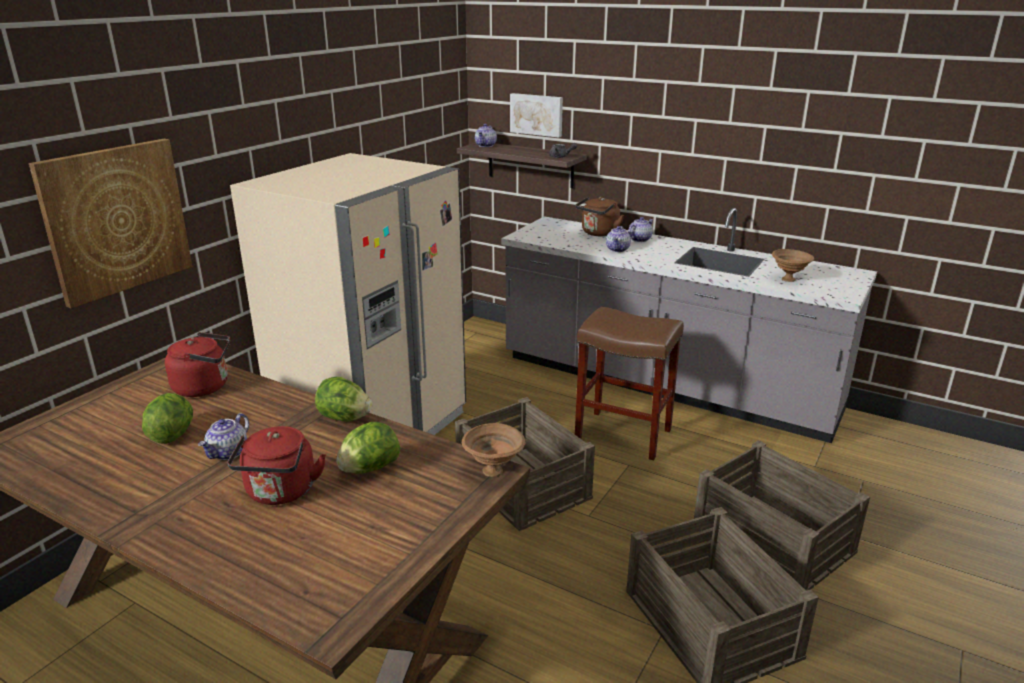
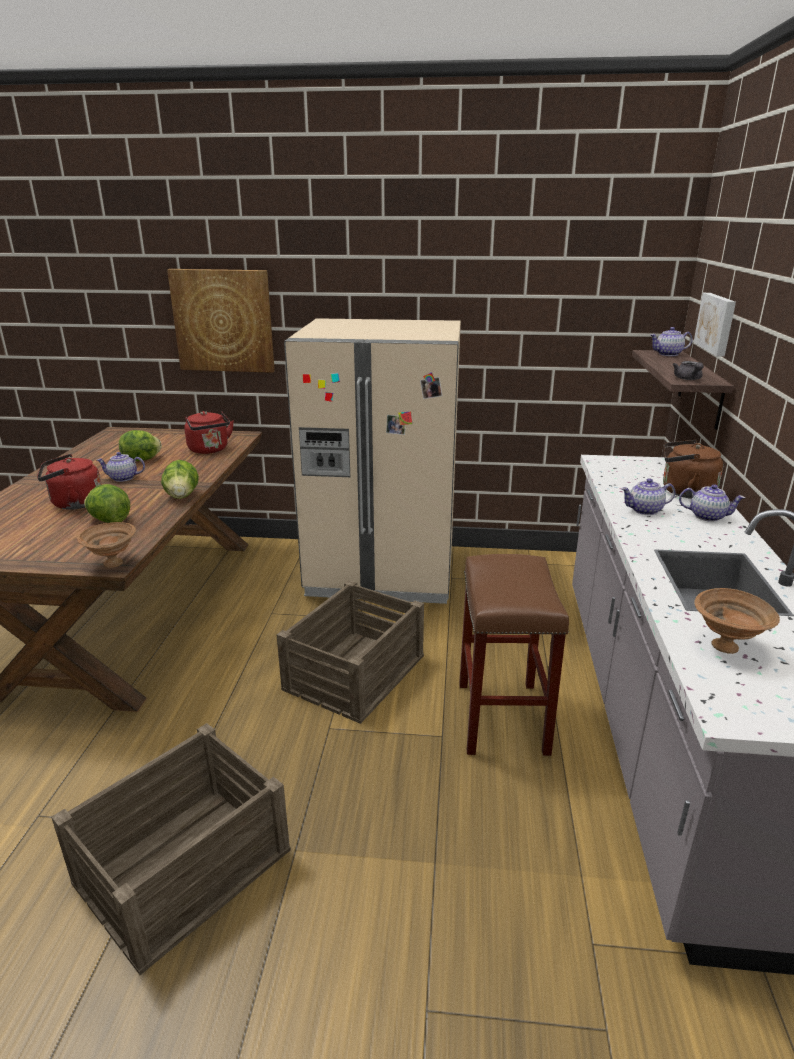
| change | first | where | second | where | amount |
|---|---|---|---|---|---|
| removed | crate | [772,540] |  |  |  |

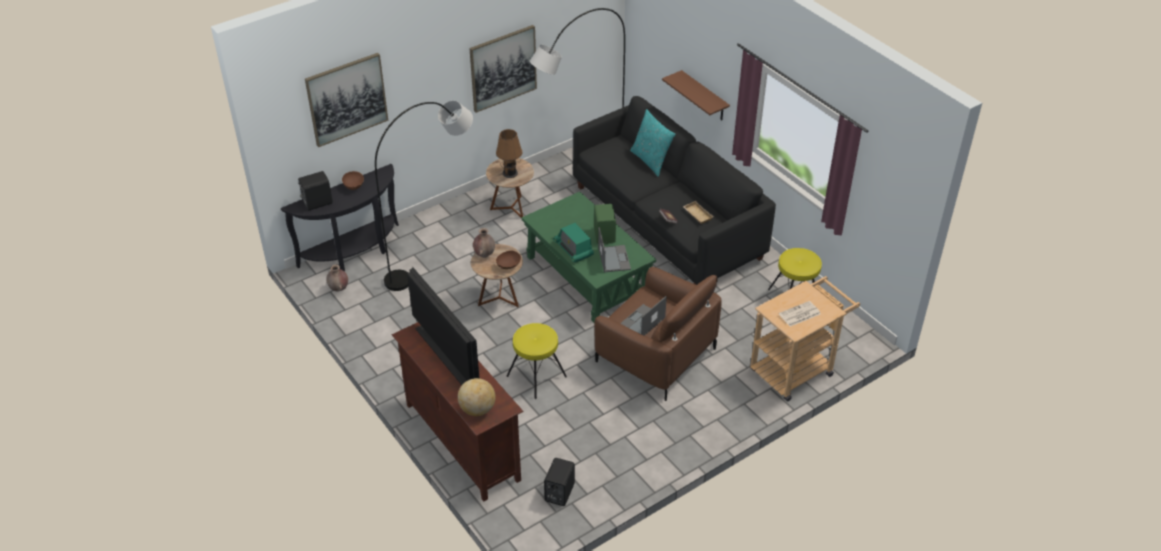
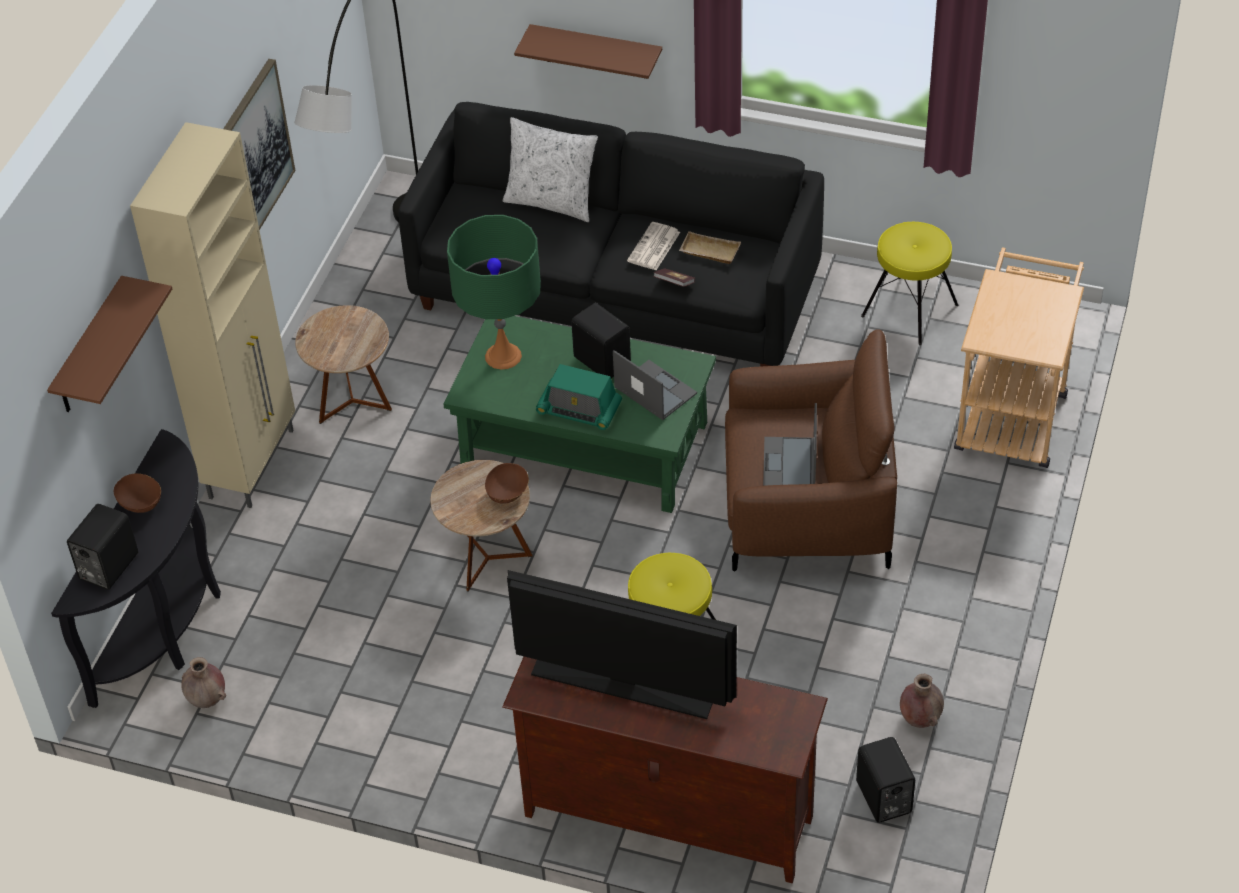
| change | first | where | second | where | amount |
|---|---|---|---|---|---|
| removed | grey floor lamp | [435,256] |  |  |  |
| removed | globe | [477,409] |  |  |  |
| removed | brown table lamp | [510,172] |  |  |  |
| added |  |  | beige cabinet | [253,463] |  |
| added |  |  | green table lamp | [503,356] |  |
| moved | brown vase | [484,254] |  | [919,719] |  |
| moved | newspaper | [799,314] |  | [654,247] |  |
| replaced | picture | [347,99] | brown shelf | [90,349] |  |
| recoloured | green speaker | [605,235] | black speaker | [602,360] |  |
| recoloured | turquoise pillow | [651,161] | white pillow | [551,202] |  |

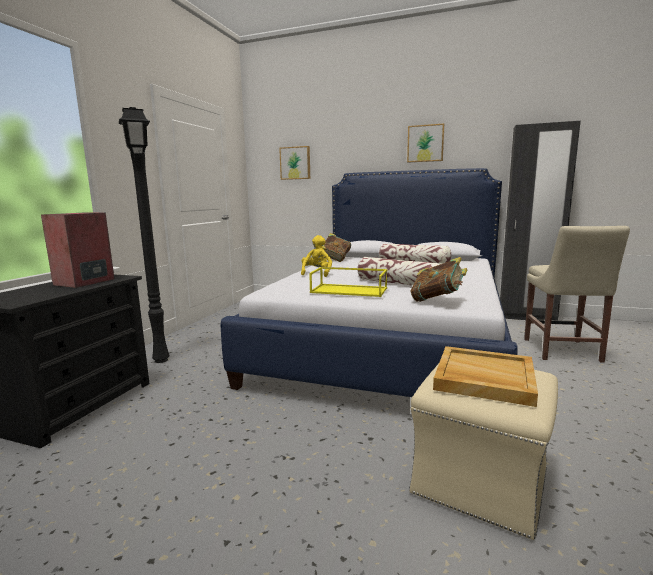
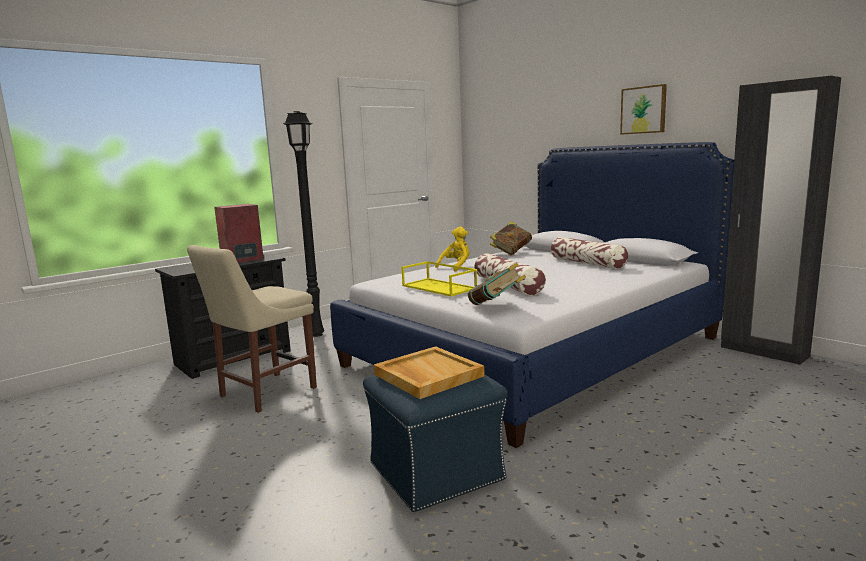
| change | first | where | second | where | amount |
|---|---|---|---|---|---|
| removed | picture | [295,163] |  |  |  |
| moved | beige chair | [562,351] |  | [264,393] |  |
| recoloured | beige ottoman | [480,479] | blue ottoman | [437,471] |  |

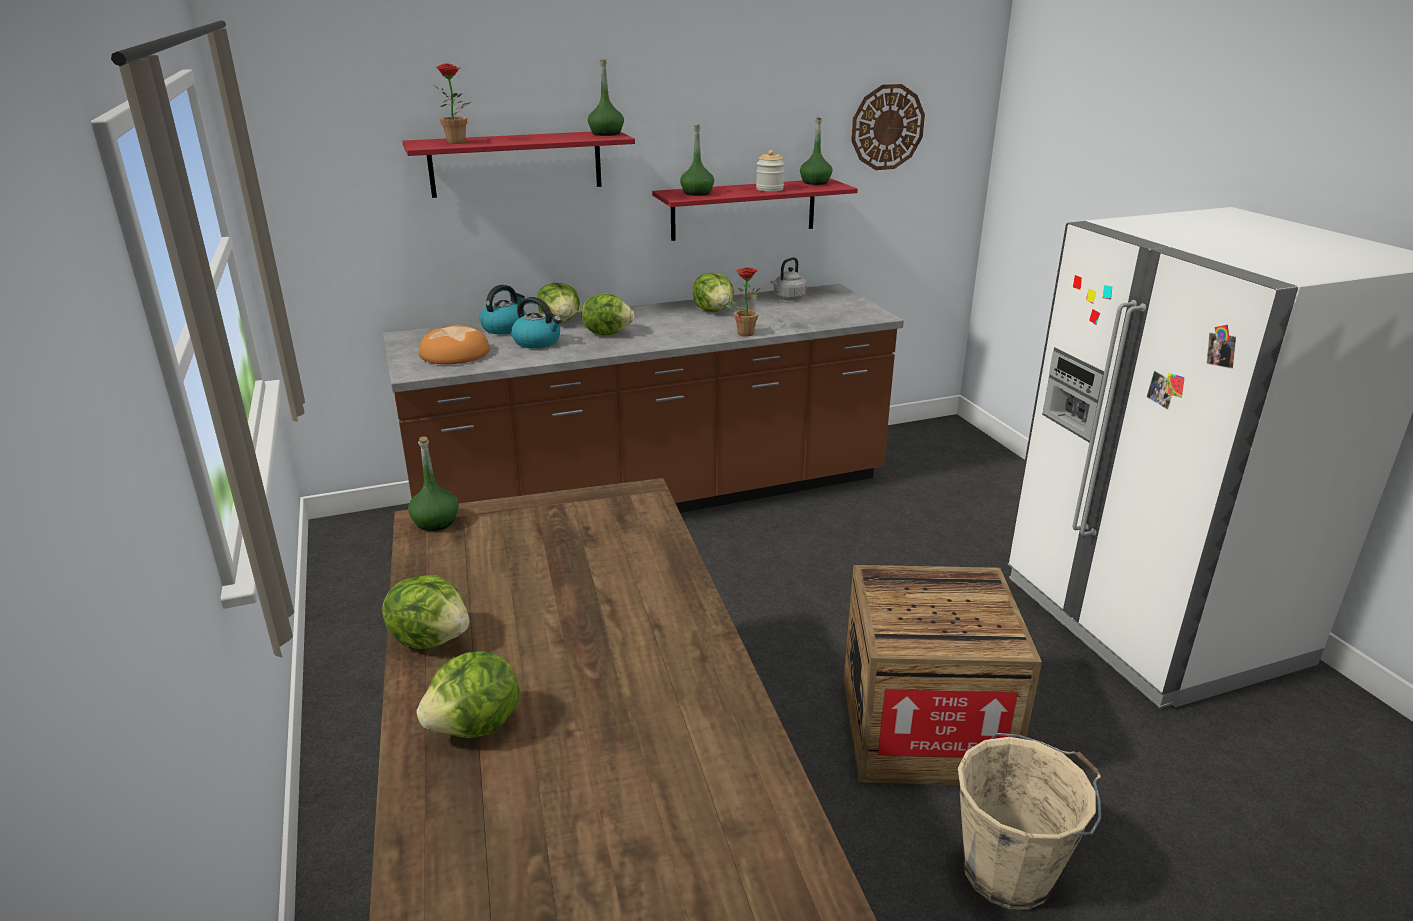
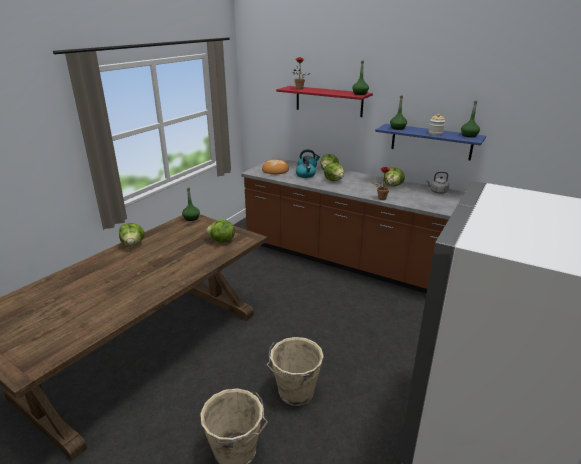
| change | first | where | second | where | amount |
|---|---|---|---|---|---|
| removed | wall clock | [887,127] |  |  |  |
| moved | lettuce | [476,726] |  | [221,241] |  |
| replaced | crate | [923,728] | beige bucket | [294,392] |  |
| recoloured | red shelf | [743,209] | blue shelf | [431,141] |  |

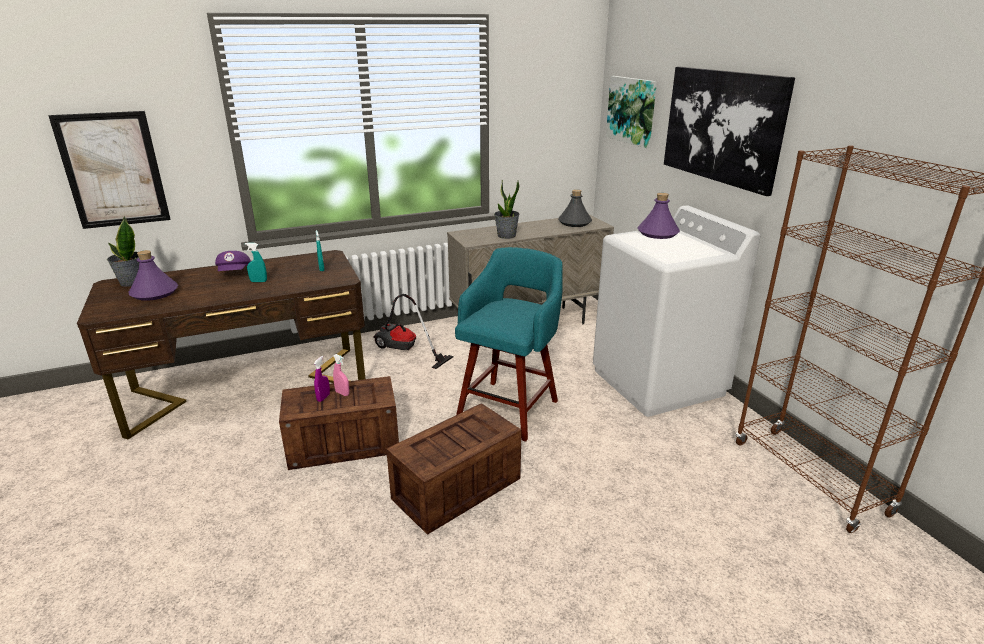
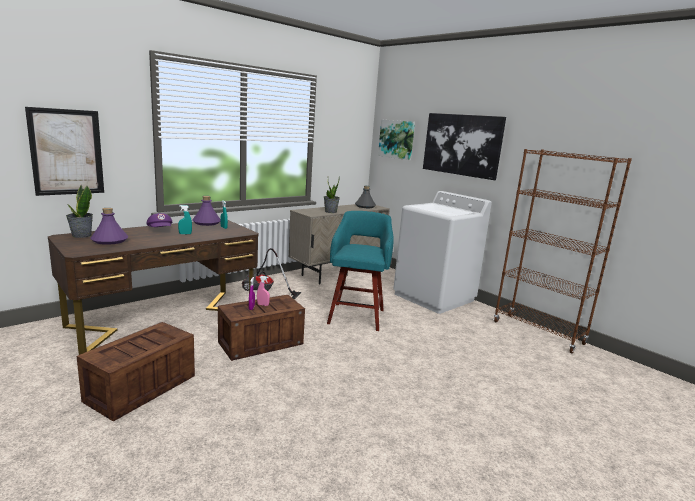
| change | first | where | second | where | amount |
|---|---|---|---|---|---|
| moved | crate | [455,489] |  | [140,389] |  |
| moved | purple bottle | [657,233] |  | [206,223] |  |

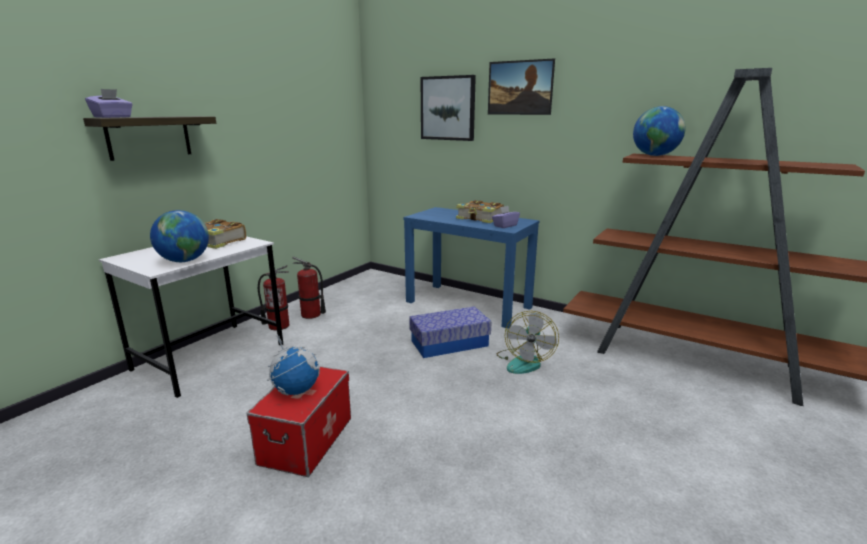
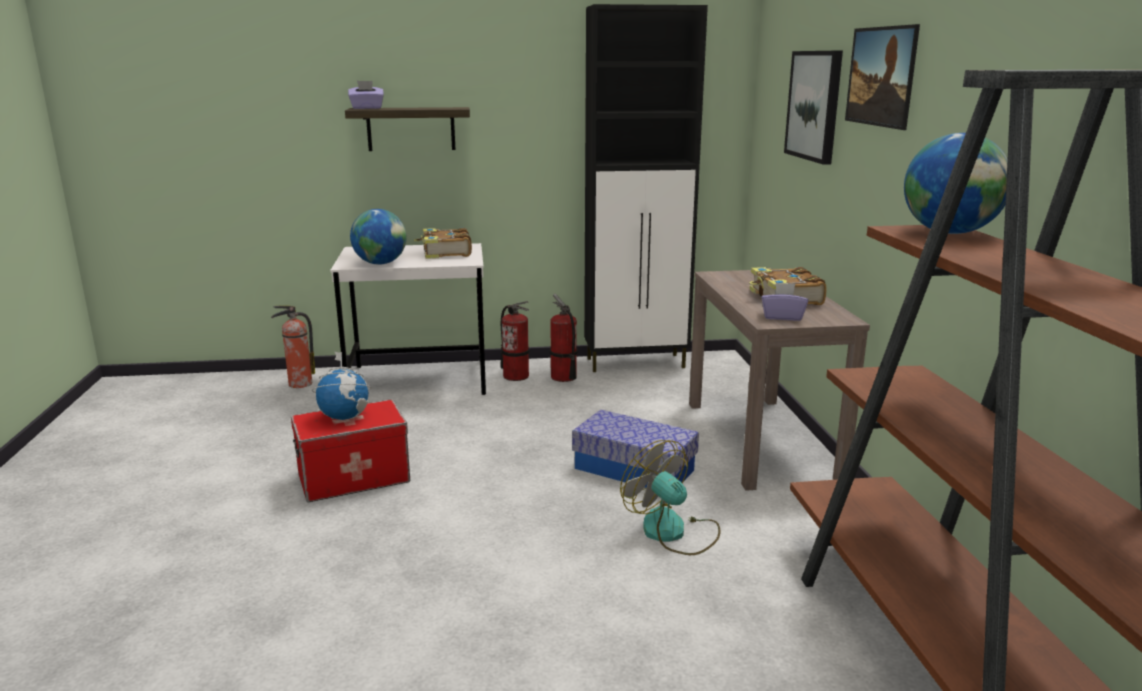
| change | first | where | second | where | amount |
|---|---|---|---|---|---|
| added |  |  | fire extinguisher | [299,384] |  |
| added |  |  | black cabinet | [637,363] |  |
| recoloured | blue console table | [468,304] | brown console table | [761,440] |  |
| turned | fan | [524,361] |  | [673,532] | 75 degrees clockwise |

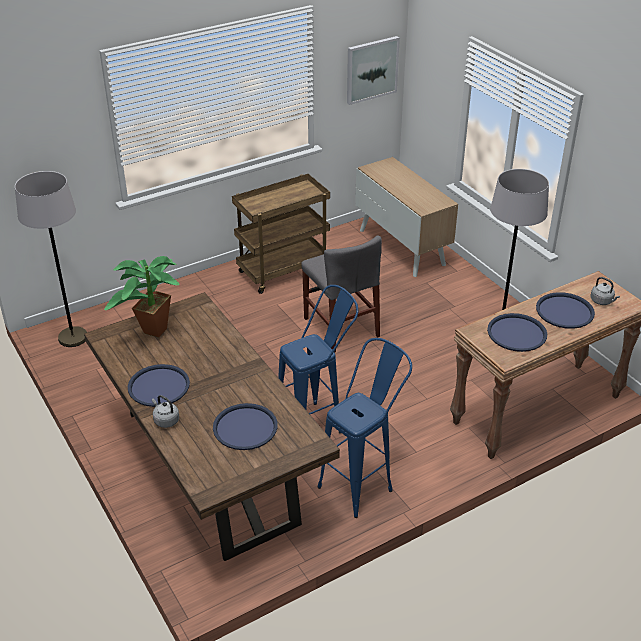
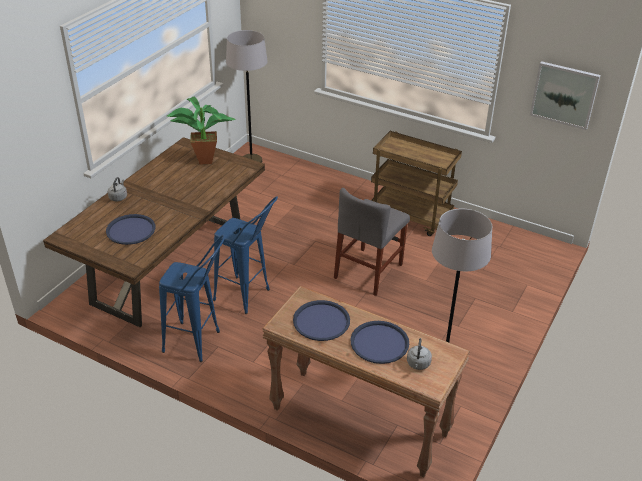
| change | first | where | second | where | amount |
|---|---|---|---|---|---|
| removed | blue tray | [159,386] |  |  |  |
| removed | cabinet | [402,247] |  |  |  |

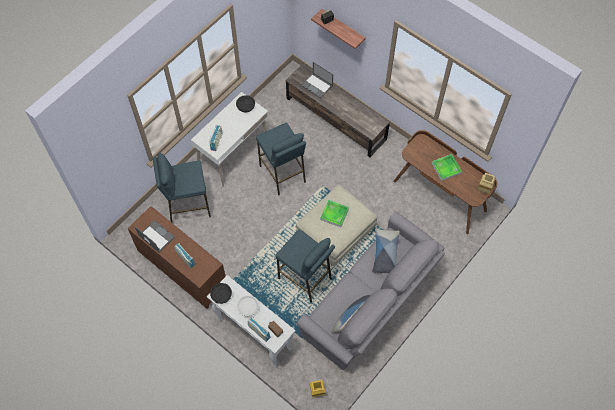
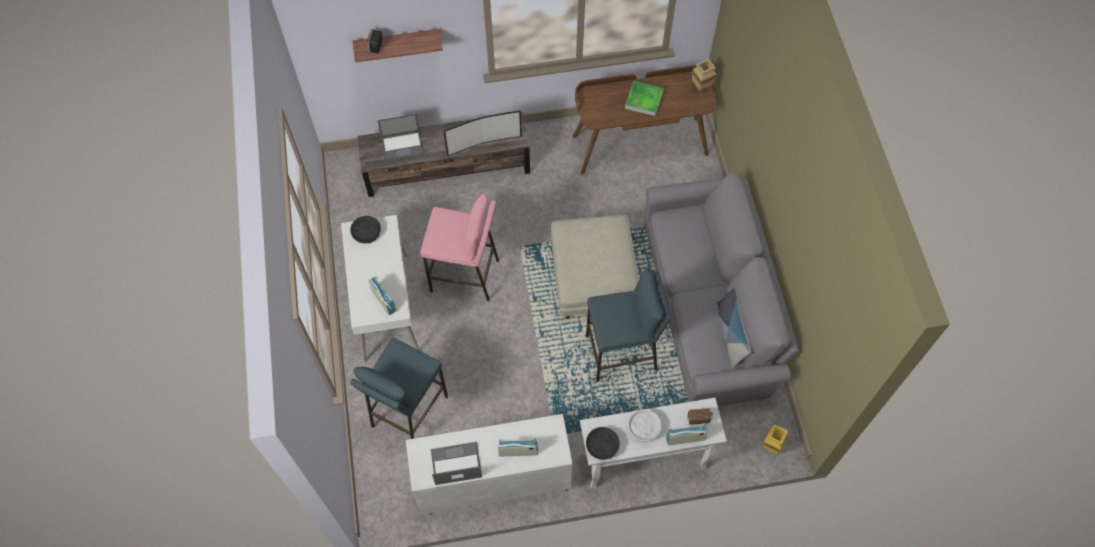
| change | first | where | second | where | amount |
|---|---|---|---|---|---|
| removed | tray | [334,214] |  |  |  |
| removed | pillow | [385,253] |  |  |  |
| added |  |  | television | [483,143] |  |
| recoloured | brown cabinet | [182,271] | white cabinet | [492,483] |  |
| recoloured | blue stool | [282,174] | pink stool | [465,276] |  |

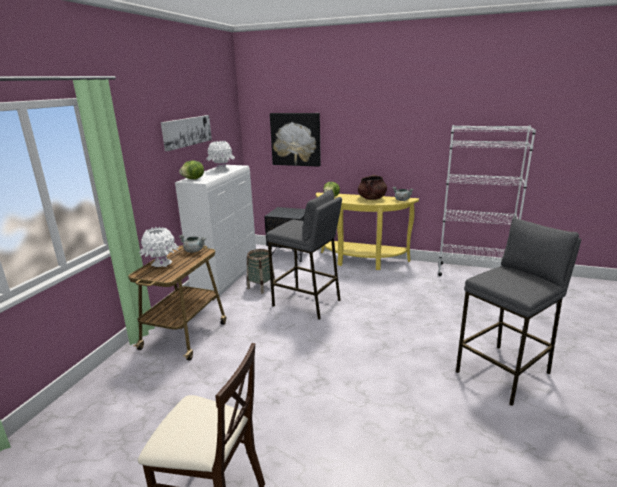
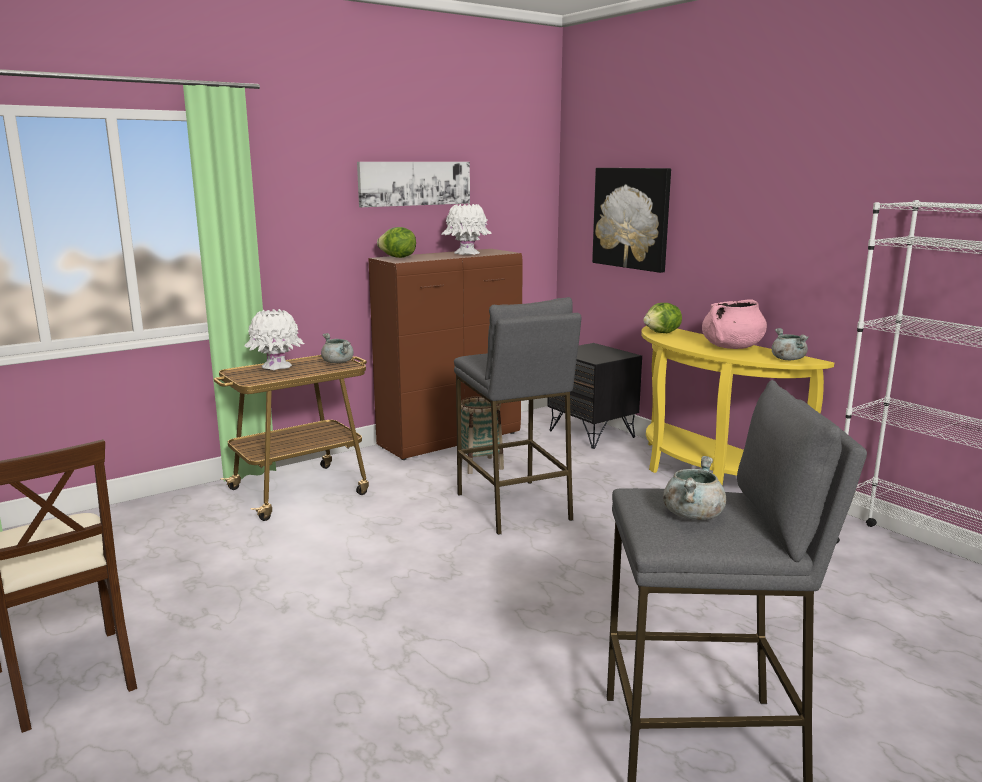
| change | first | where | second | where | amount |
|---|---|---|---|---|---|
| added |  |  | grey cooking pot | [692,514] |  |
| recoloured | white cabinet | [226,278] | brown cabinet | [451,440] |  |
| recoloured | brown cooking pot | [372,198] | pink cooking pot | [732,347] |  |

